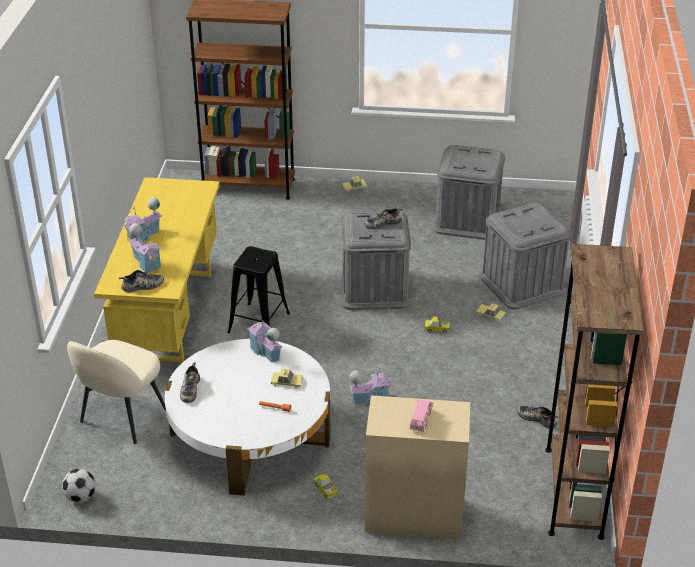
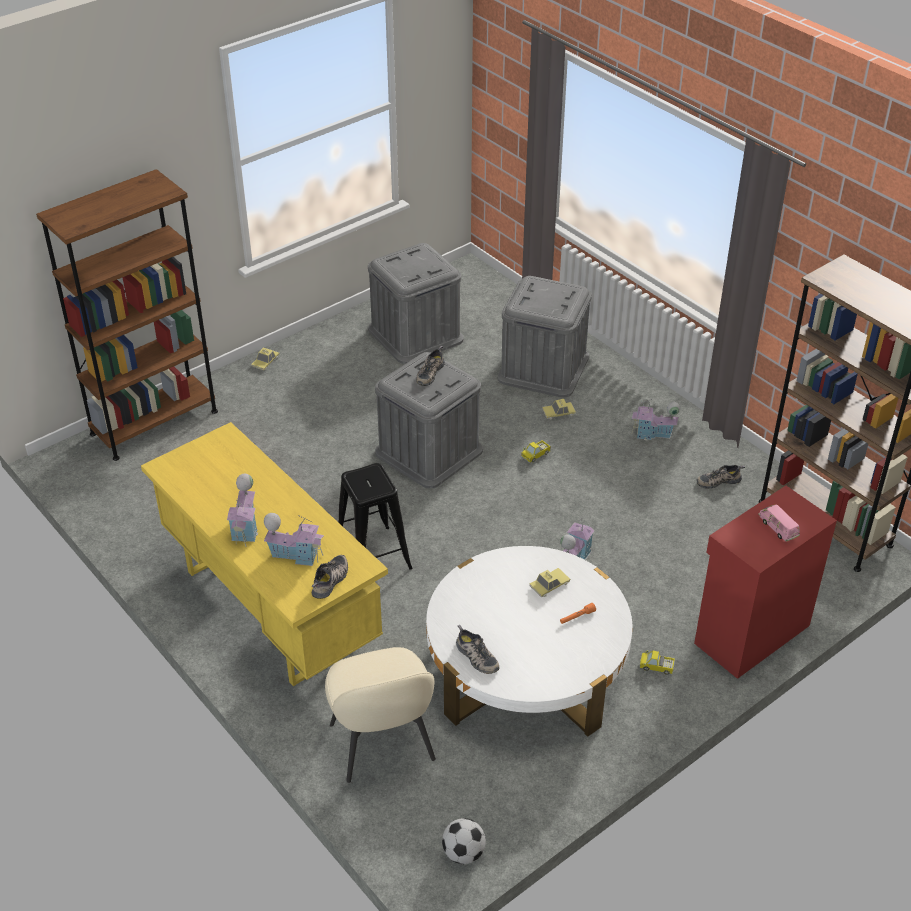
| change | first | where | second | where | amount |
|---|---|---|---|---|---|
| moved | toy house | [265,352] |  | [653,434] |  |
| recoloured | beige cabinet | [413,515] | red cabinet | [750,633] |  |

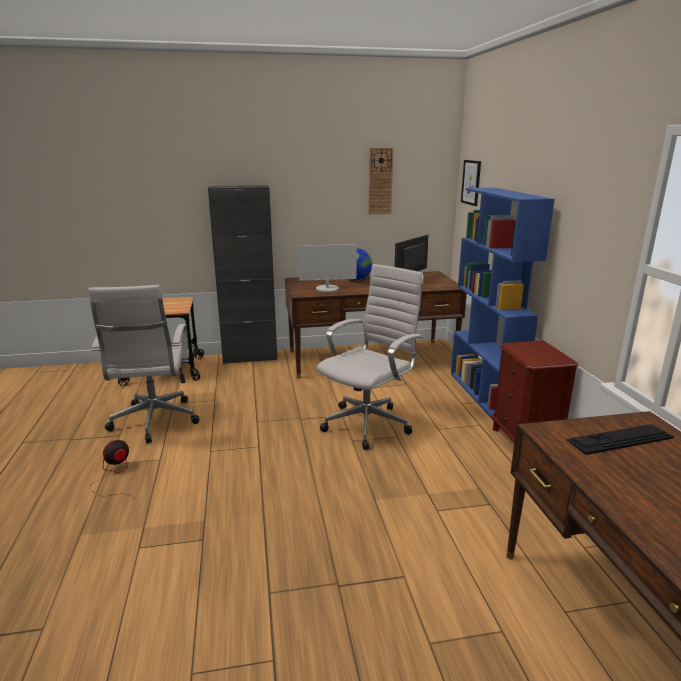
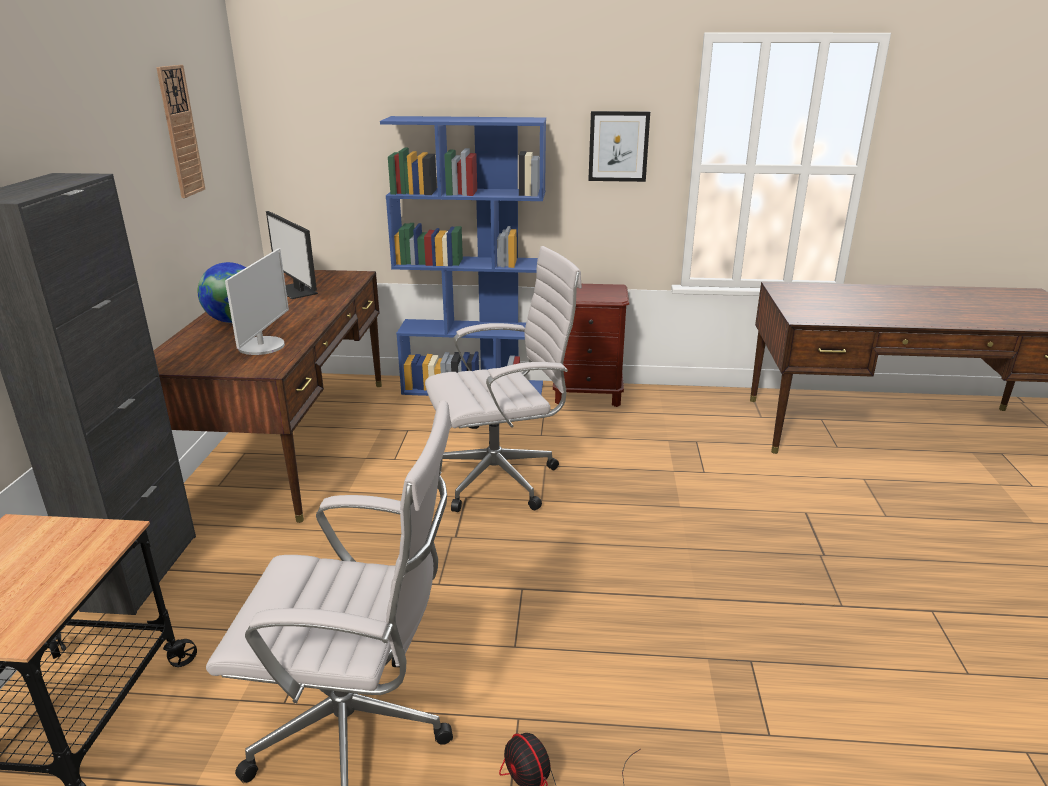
| change | first | where | second | where | amount |
|---|---|---|---|---|---|
| removed | keyboard | [619,439] |  |  |  |
| moved | picture | [471,182] |  | [618,146] |  |
| turned | white office chair | [369,423] |  | [502,479] | 105 degrees clockwise |

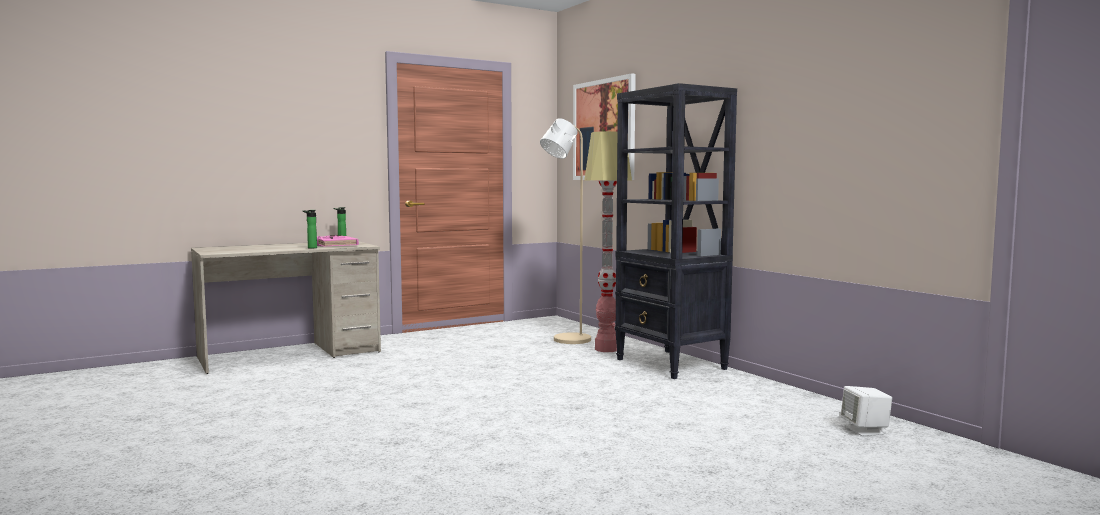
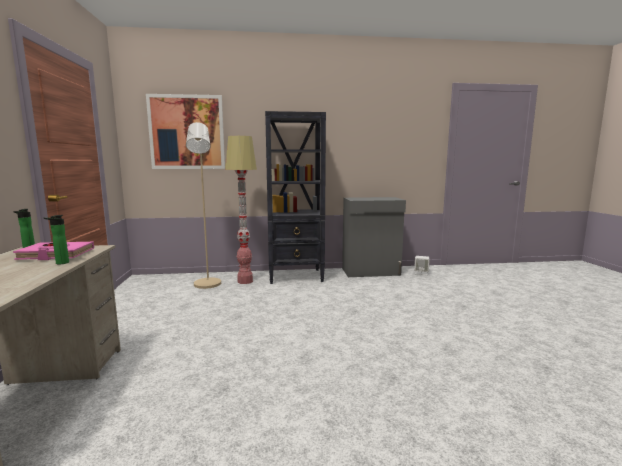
| change | first | where | second | where | amount |
|---|---|---|---|---|---|
| added |  |  | grey cabinet | [371,272] |  |

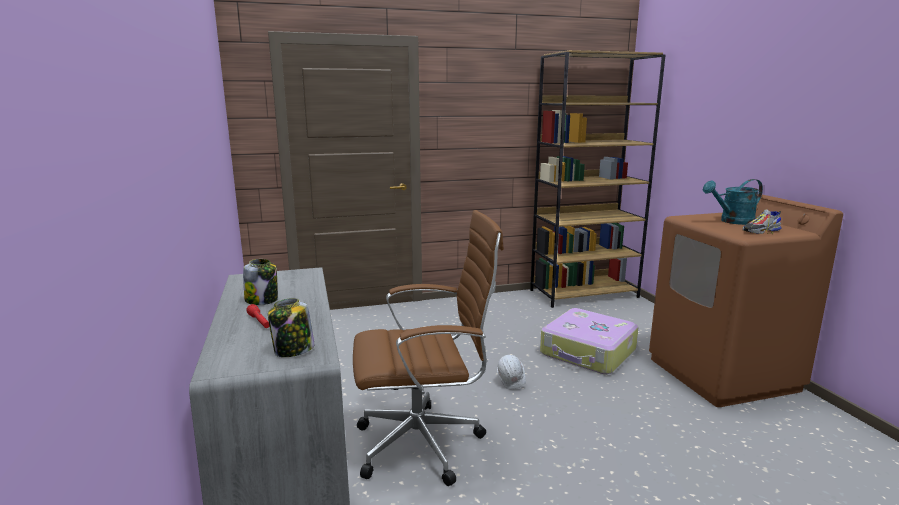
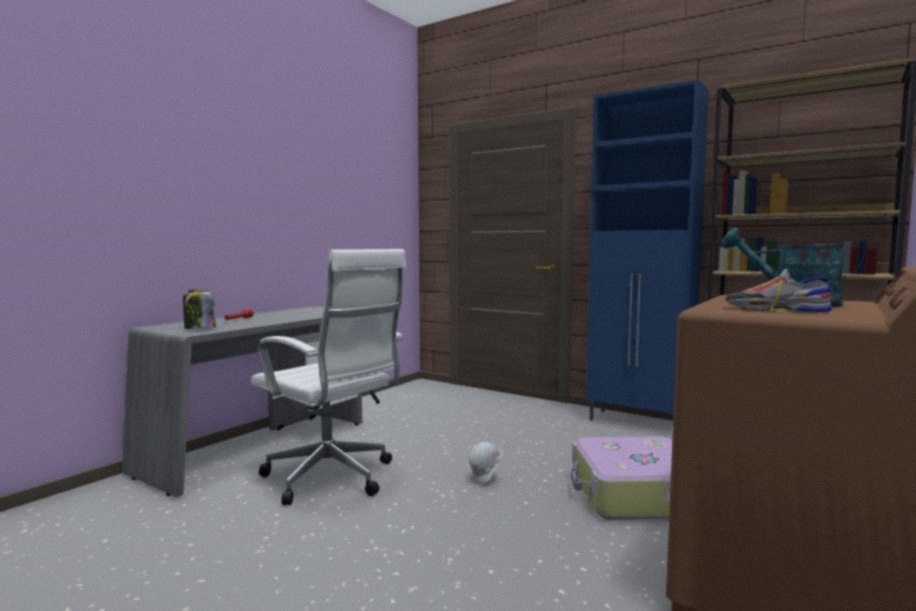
| change | first | where | second | where | amount |
|---|---|---|---|---|---|
| removed | jar | [262,300] |  |  |  |
| added |  |  | blue cabinet | [639,423] |  |
| recoloured | brown office chair | [425,443] | white office chair | [333,479] |  |

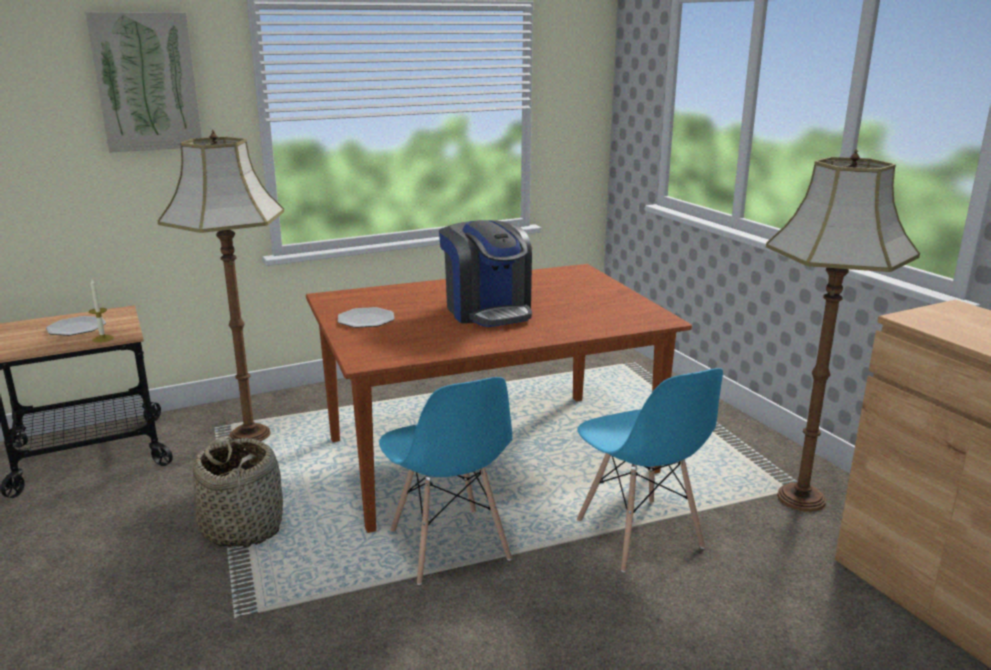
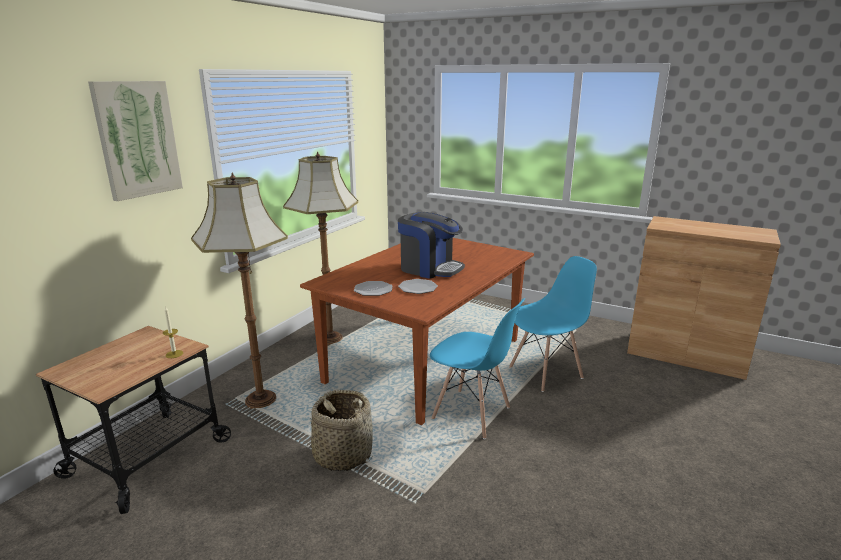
| change | first | where | second | where | amount |
|---|---|---|---|---|---|
| moved | plate | [76,328] |  | [418,287] |  |
| moved | floor lamp | [801,499] |  | [330,339] |  |
| turned | blue chair | [639,535] |  | [546,372] | 60 degrees counterclockwise |

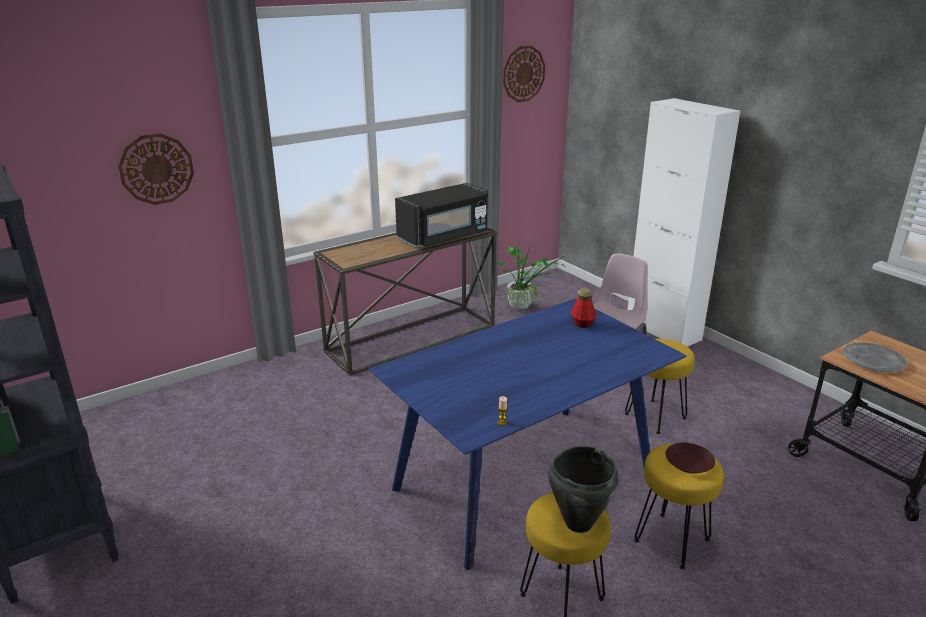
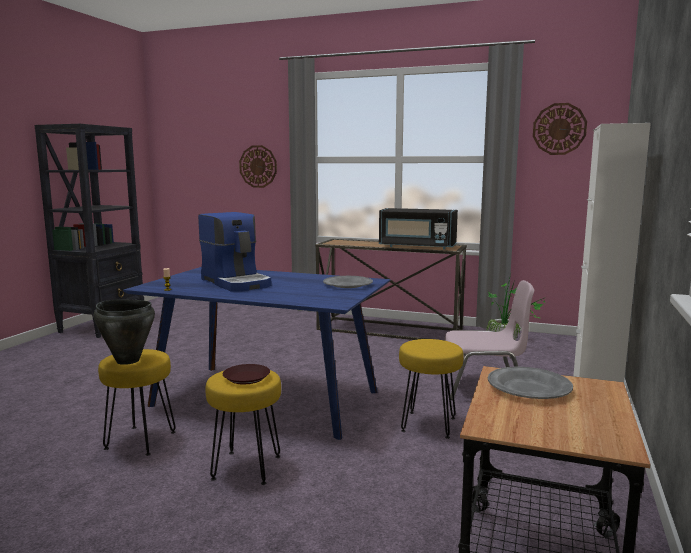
| change | first | where | second | where | amount |
|---|---|---|---|---|---|
| added |  |  | coffee machine | [237,282] |  |
| replaced | bottle | [582,323] | grey plate | [347,285] |  |

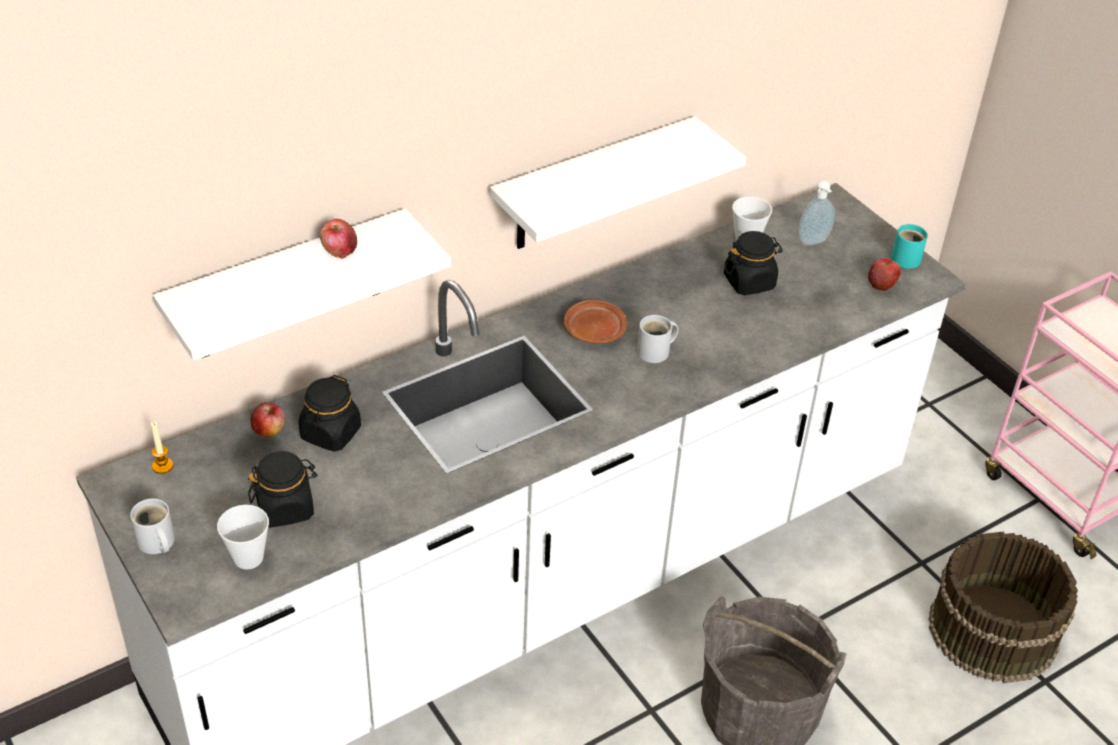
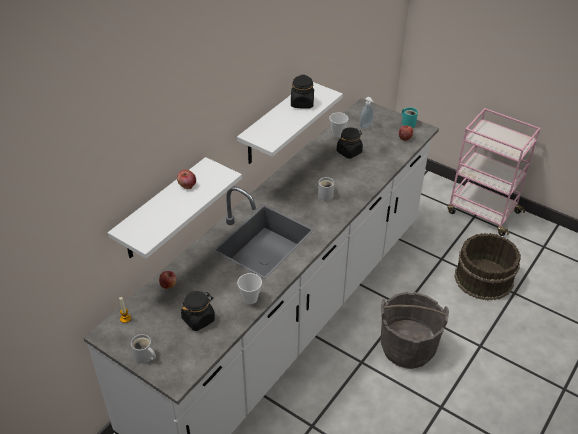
| change | first | where | second | where | amount |
|---|---|---|---|---|---|
| removed | brown plate | [594,330] |  |  |  |
| moved | cup | [248,558] |  | [250,299] |  |
| moved | black jar | [330,433] |  | [302,103] |  |

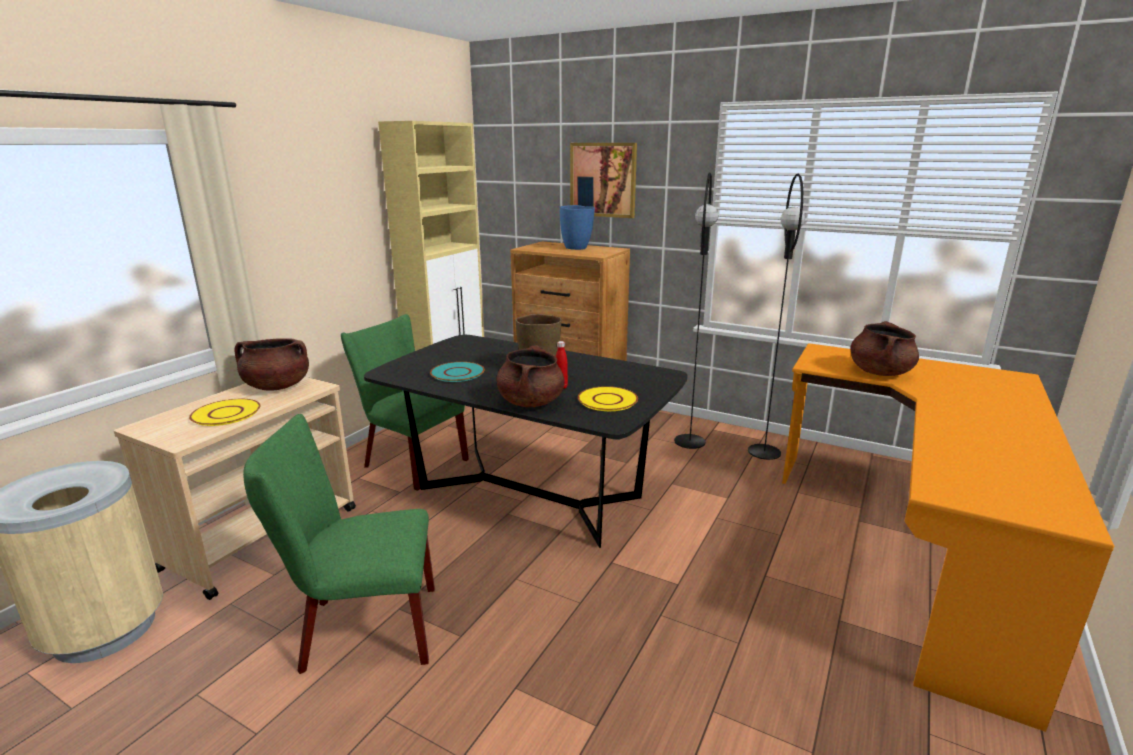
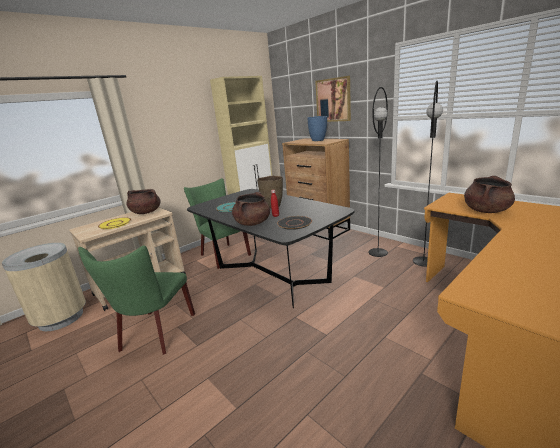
| change | first | where | second | where | amount |
|---|---|---|---|---|---|
| recoloured | yellow plate | [607,400] | black plate | [294,223] |  |
| turned | green chair | [361,630] |  | [155,334] | 90 degrees counterclockwise |

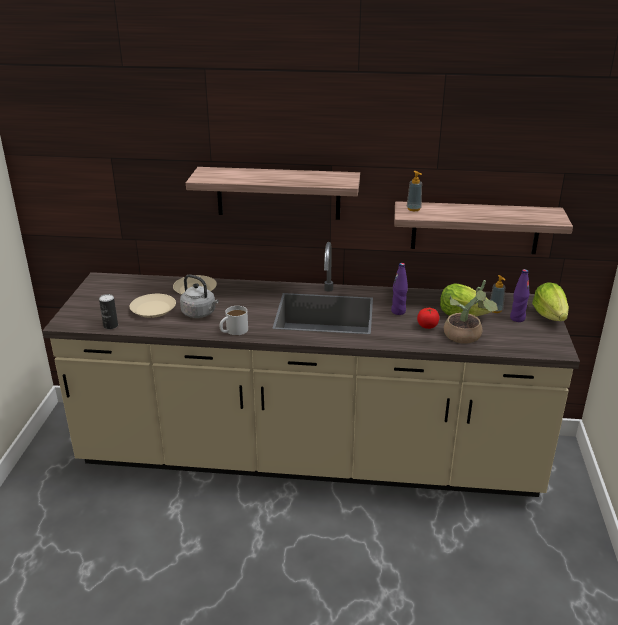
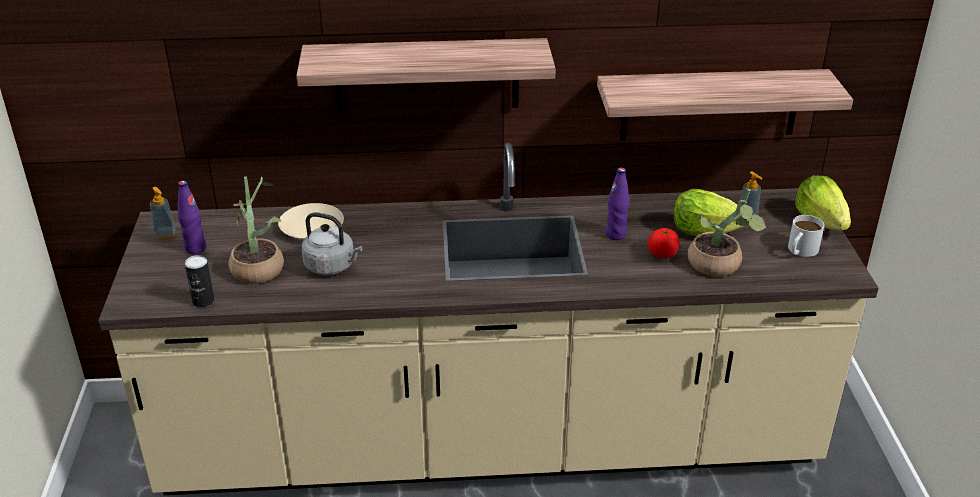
| change | first | where | second | where | amount |
|---|---|---|---|---|---|
| moved | white mug | [233,331] |  | [800,251] |  |
| moved | soap dispenser | [413,209] |  | [165,235] |  |
| moved | purple bottle | [517,318] |  | [195,248] |  |
| replaced | beige plate | [153,309] | potted plant | [258,266] |  |

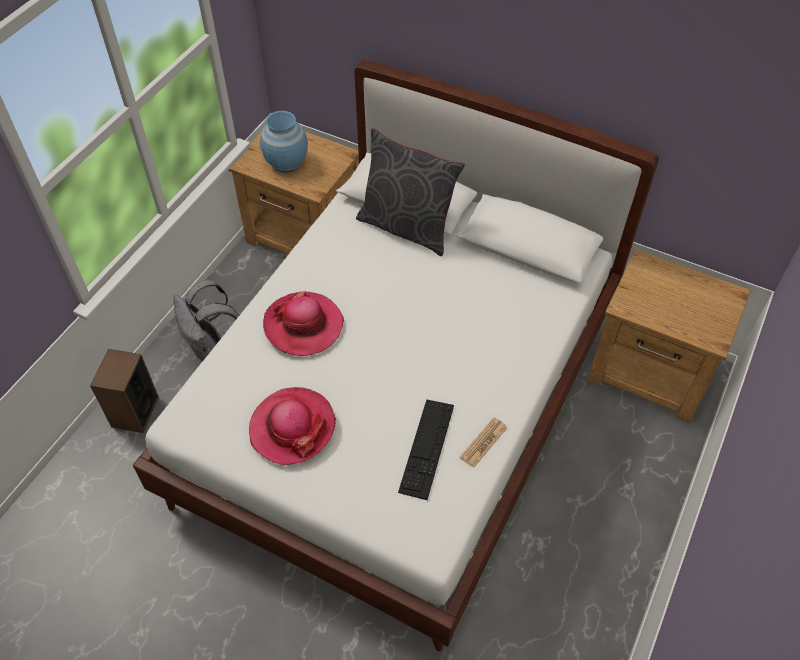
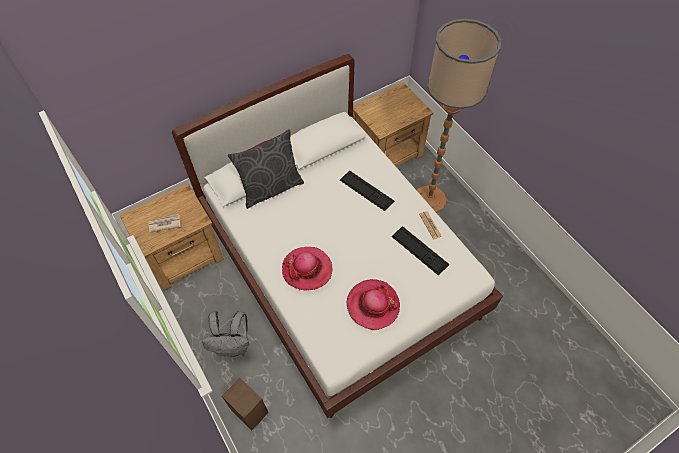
| change | first | where | second | where | amount |
|---|---|---|---|---|---|
| added |  |  | keyboard | [366,190] |  |
| added |  |  | floor lamp | [429,199] |  |
| replaced | blue vase | [286,162] | newspaper | [164,224] |  |

